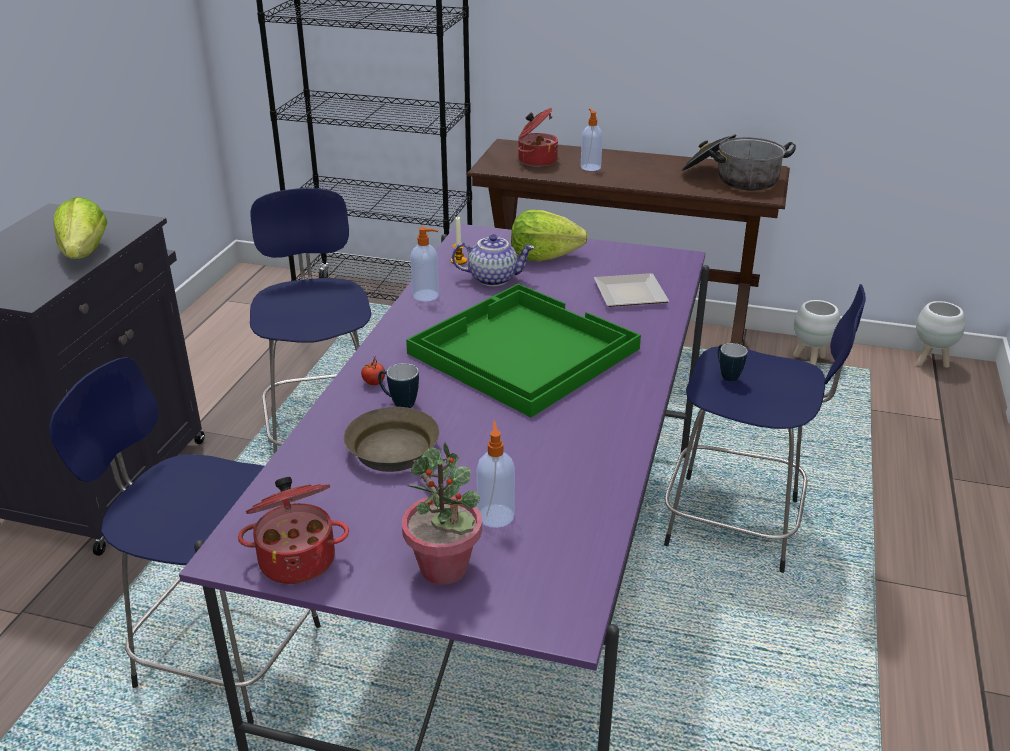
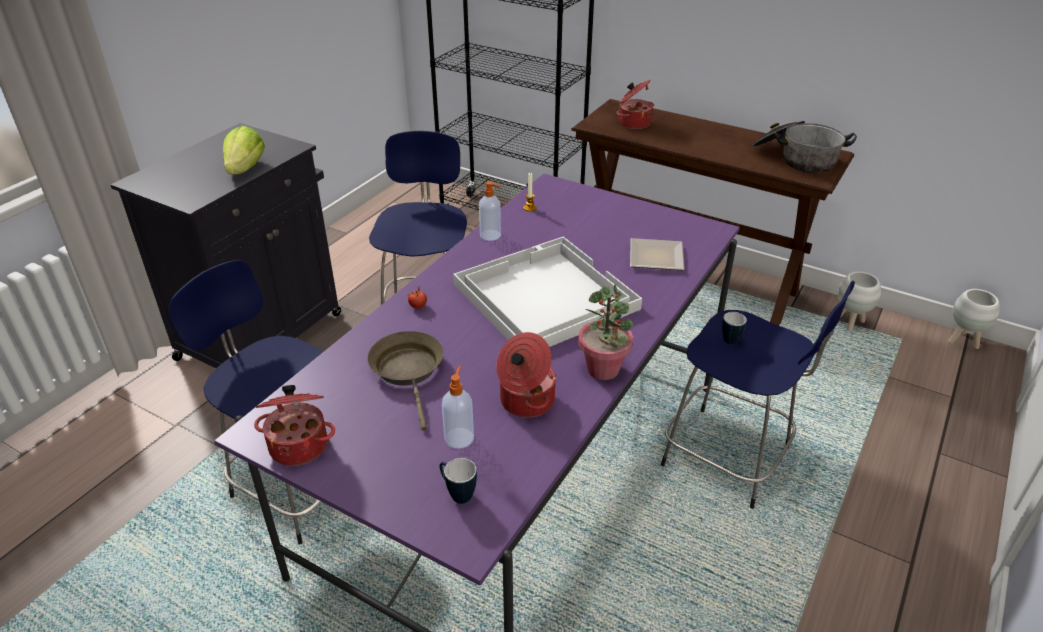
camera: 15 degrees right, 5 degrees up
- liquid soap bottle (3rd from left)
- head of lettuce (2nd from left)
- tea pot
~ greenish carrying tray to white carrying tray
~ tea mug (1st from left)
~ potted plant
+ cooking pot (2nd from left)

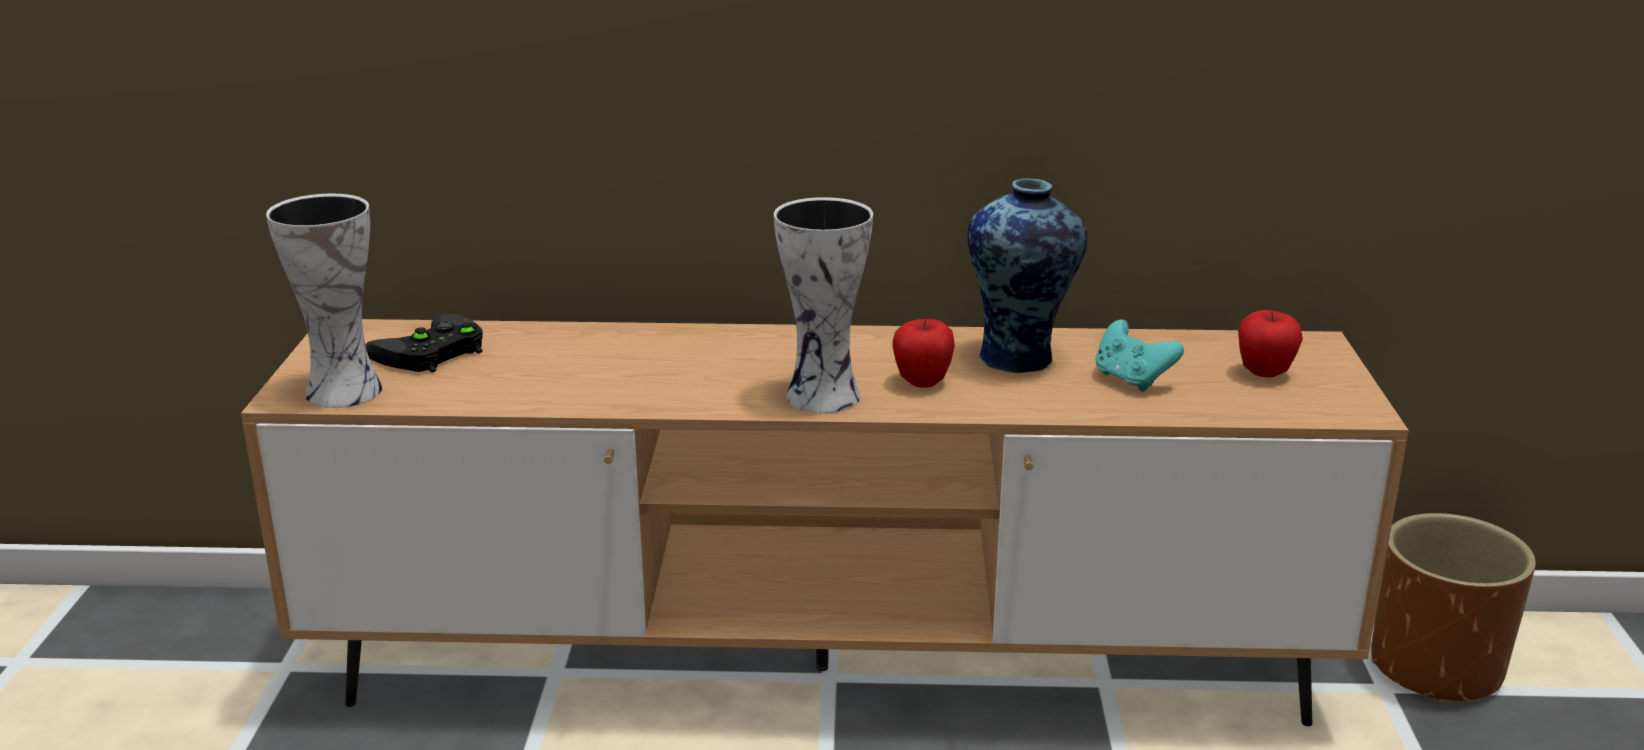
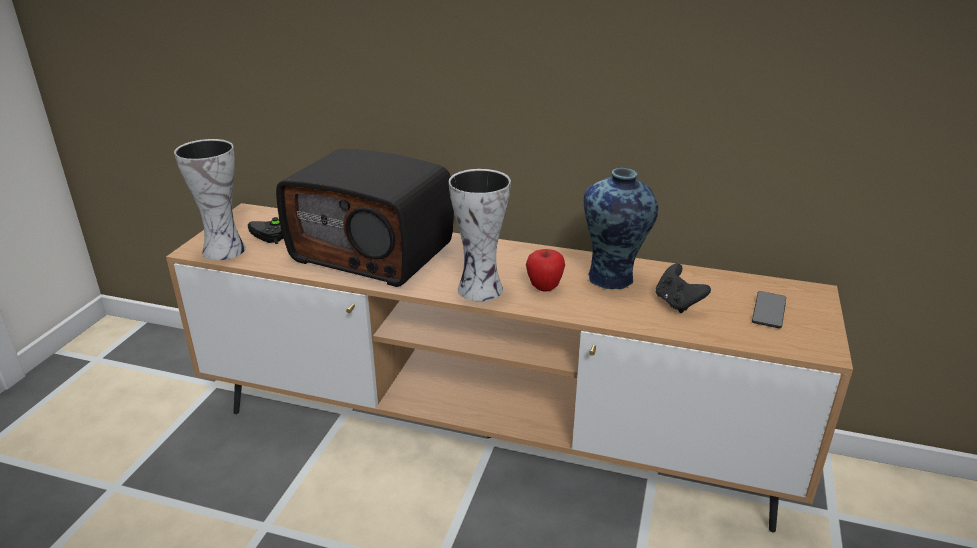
camera: 15 degrees right, 5 degrees up
~ apple (2nd from left) to phone
~ turquoise game controller to black game controller (2nd from left)
- brown-coloured flower pot
+ radio receiver

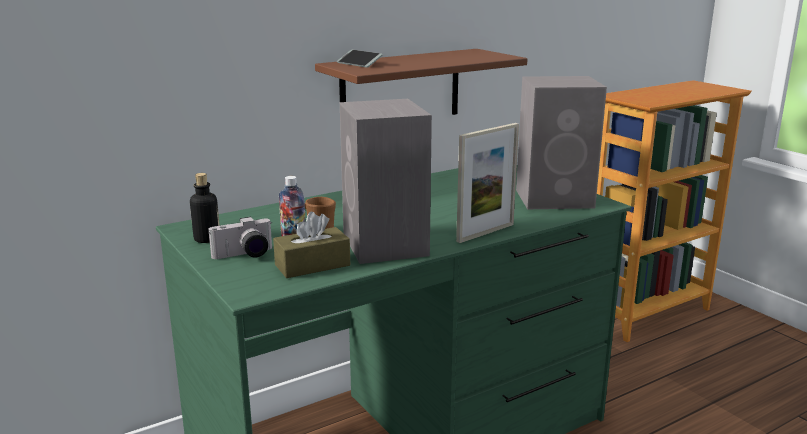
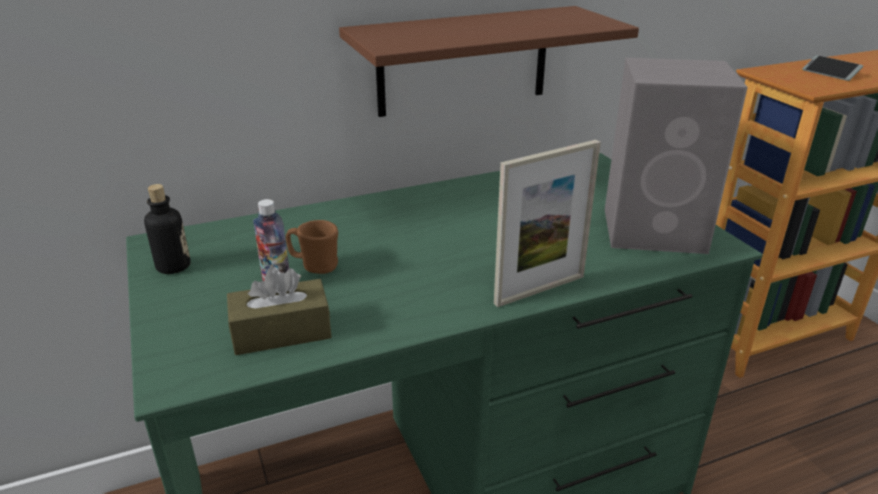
camera: 10 degrees right, 10 degrees up
~ phone
- gray audio speaker (1st from left)
- photo camera

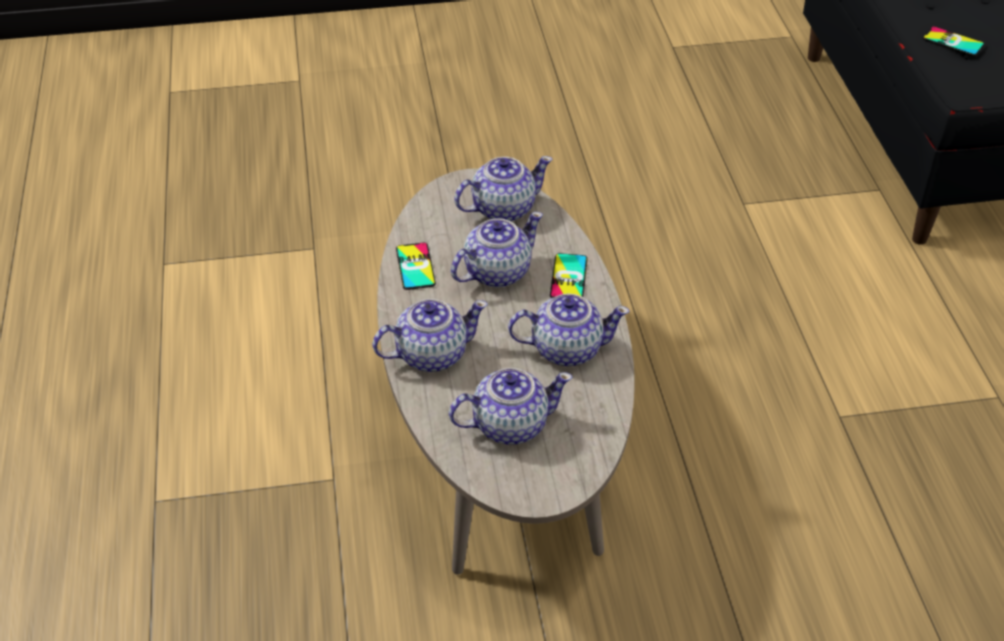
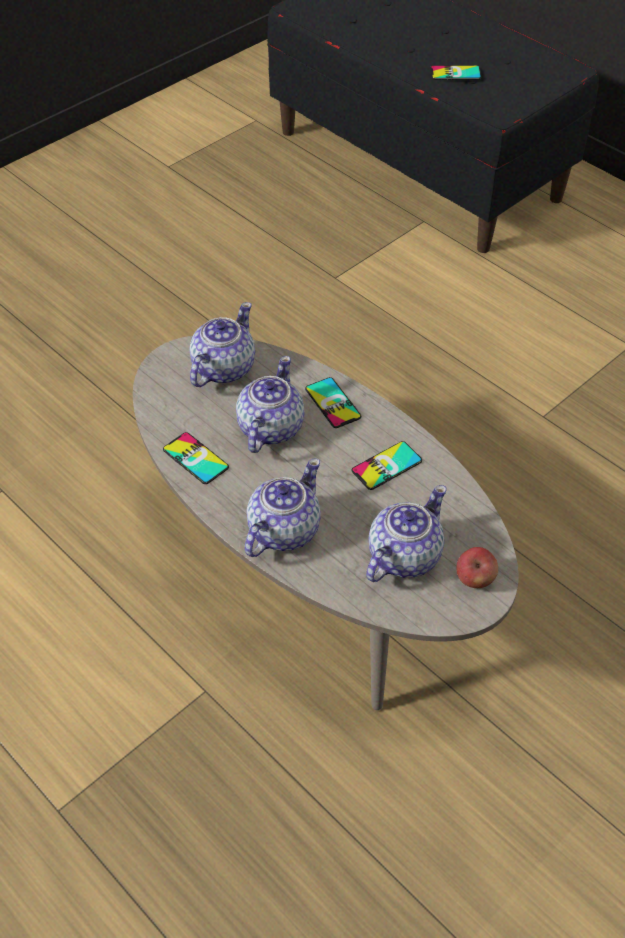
camera: 35 degrees left, 5 degrees up
~ tea pot (5th from left) to phone (3rd from left)
+ apple

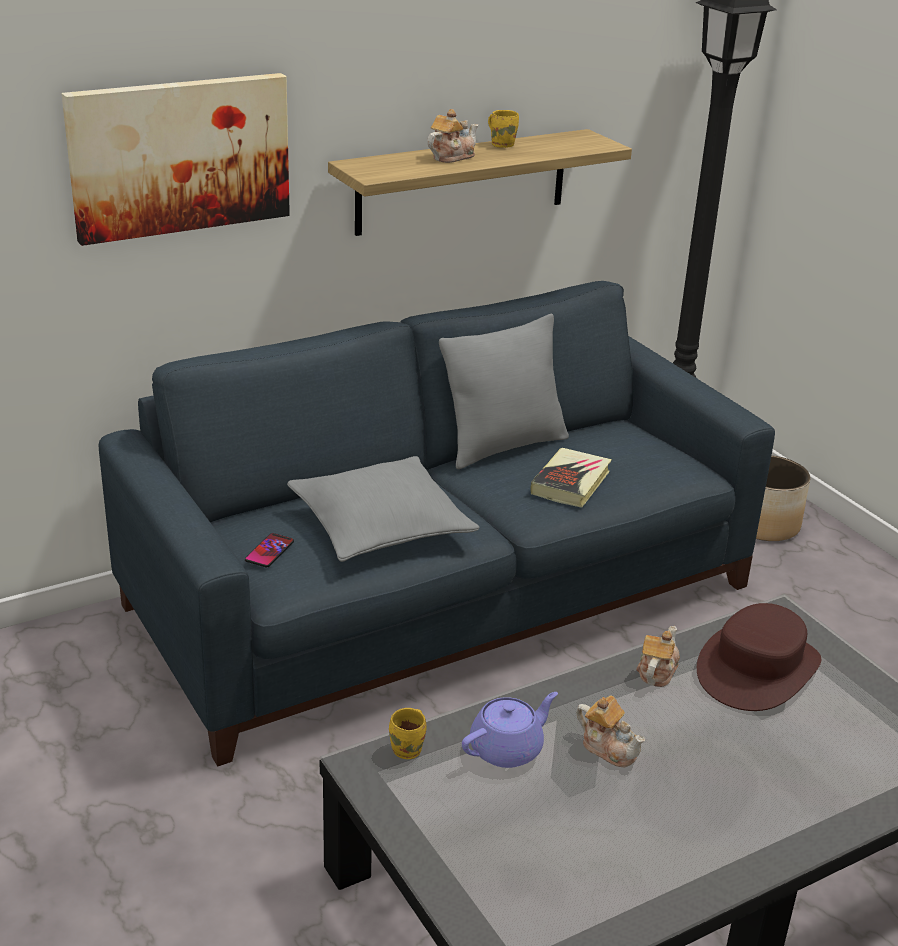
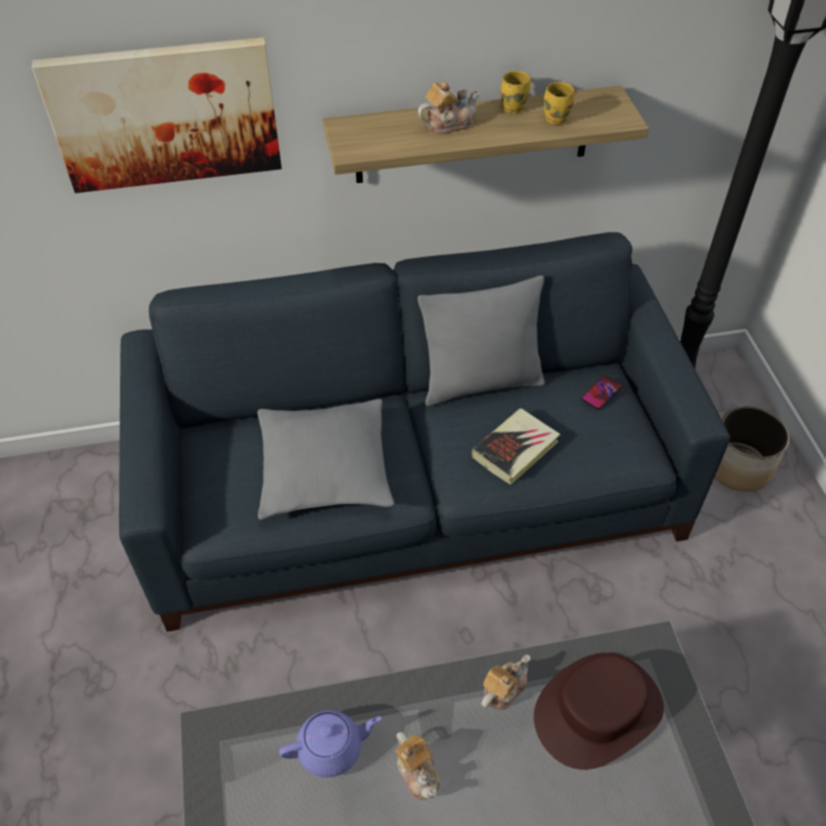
camera: 20 degrees right, 20 degrees up
~ phone
~ yellow-coloured tea mug (1st from left in the first image) to yellow-coloured tea mug (2nd from left)

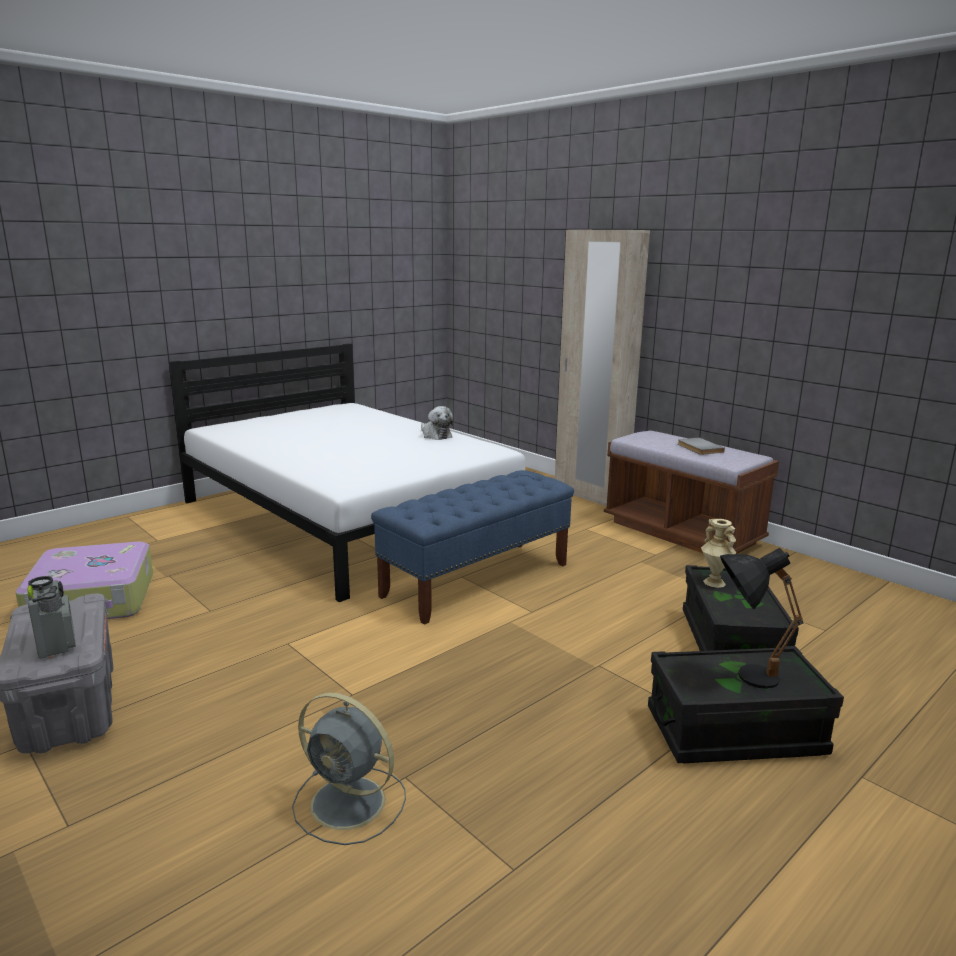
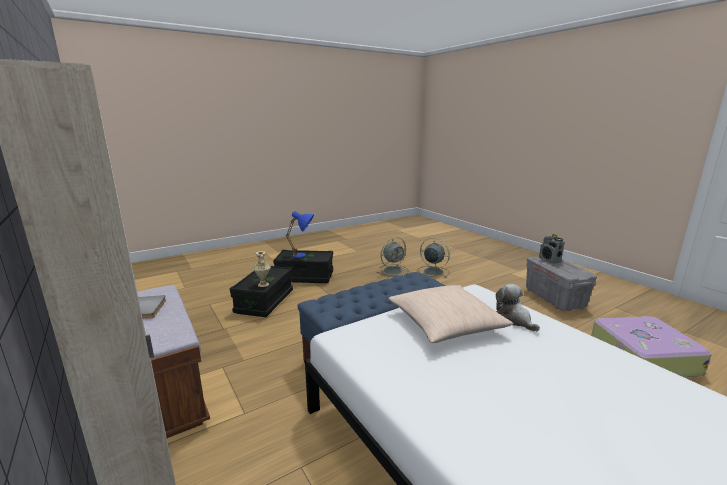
camera: 170 degrees left, 0 degrees up
~ plush toy
~ black tabletop lamp to bluish tabletop lamp
+ gray cooling fan (1st from left)
+ sand-coloured pillow

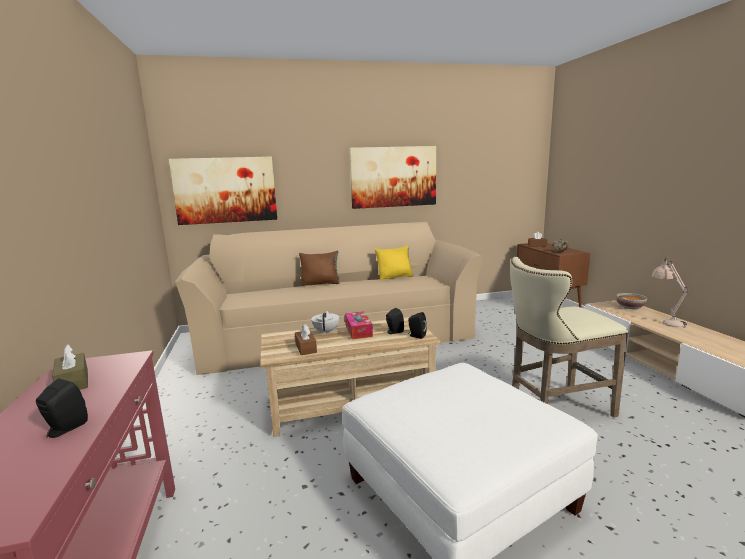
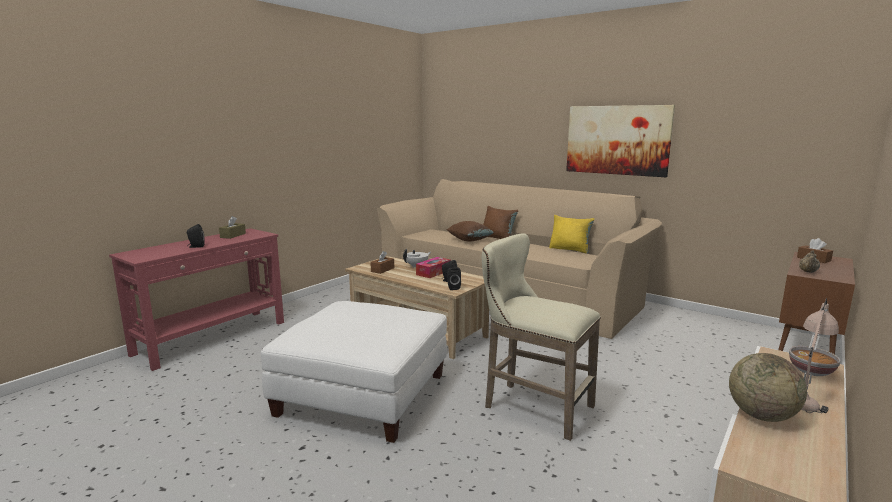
camera: 50 degrees right, 0 degrees up
- wall picture (1st from left)
+ brown-coloured pillow (1st from left)
+ world globe

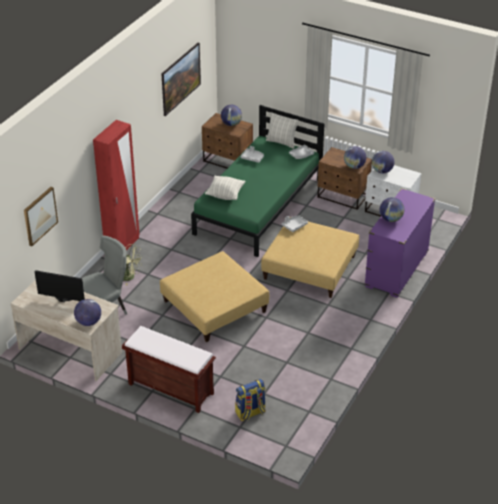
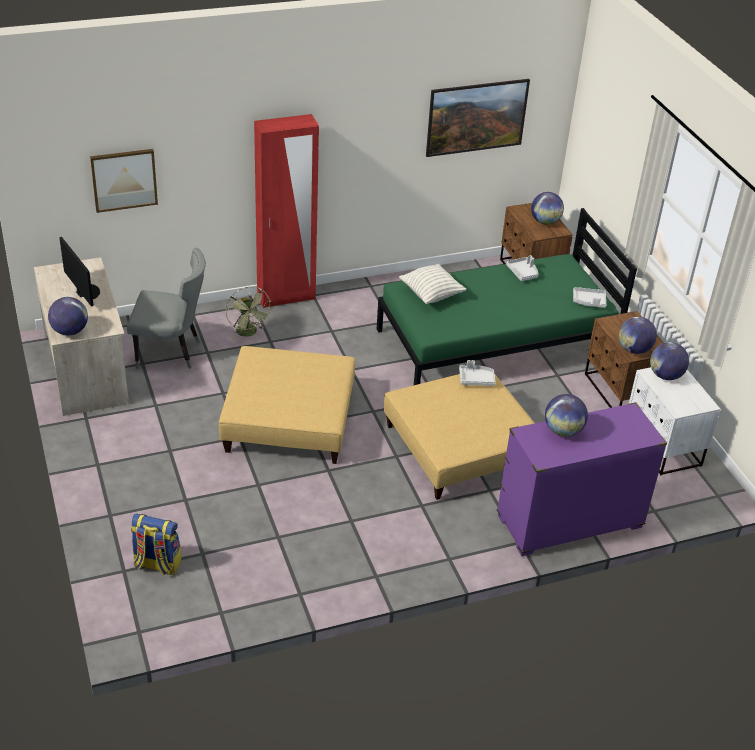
camera: 40 degrees right, 0 degrees up
- pillow (2nd from left)
- brown-coloured indoor bench

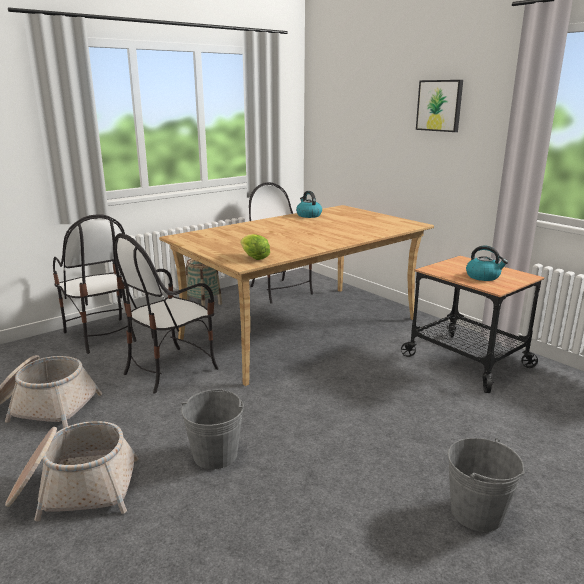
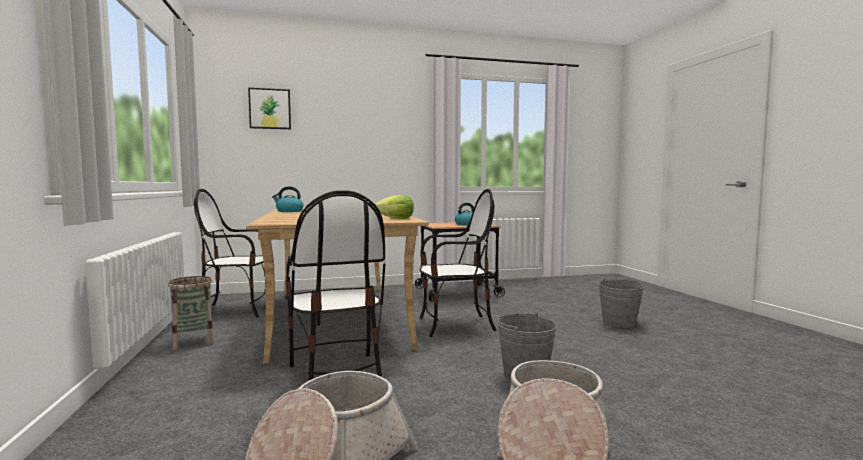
camera: 65 degrees left, 15 degrees down
~ wall picture
~ chair (1st from left in the first image) to chair (3rd from left)

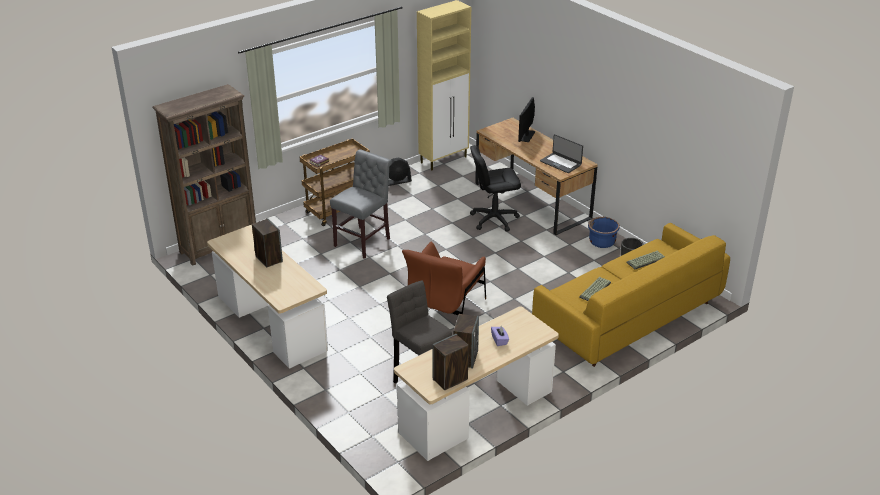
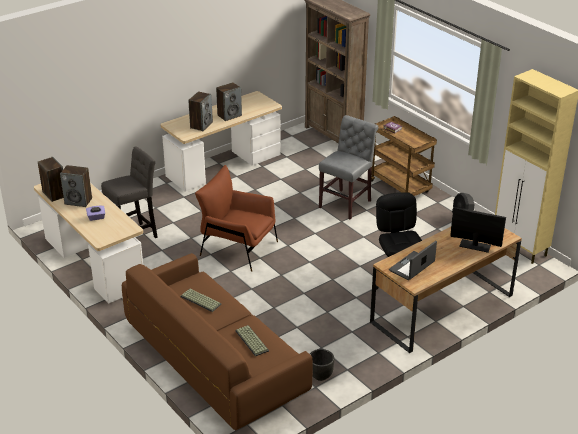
camera: 90 degrees right, 0 degrees up
~ gray chair 90 degrees counterclockwise
- bluish flower pot
~ yellow-coloured settee to brown-coloured settee
+ audio speaker (3rd from left)

